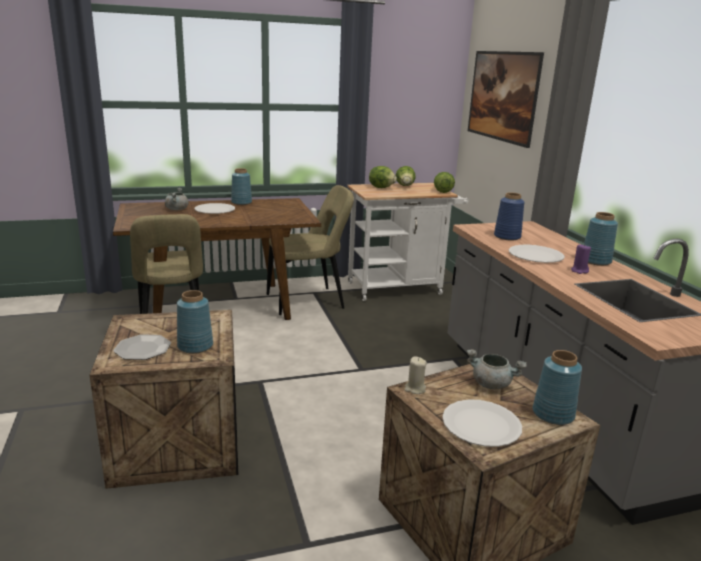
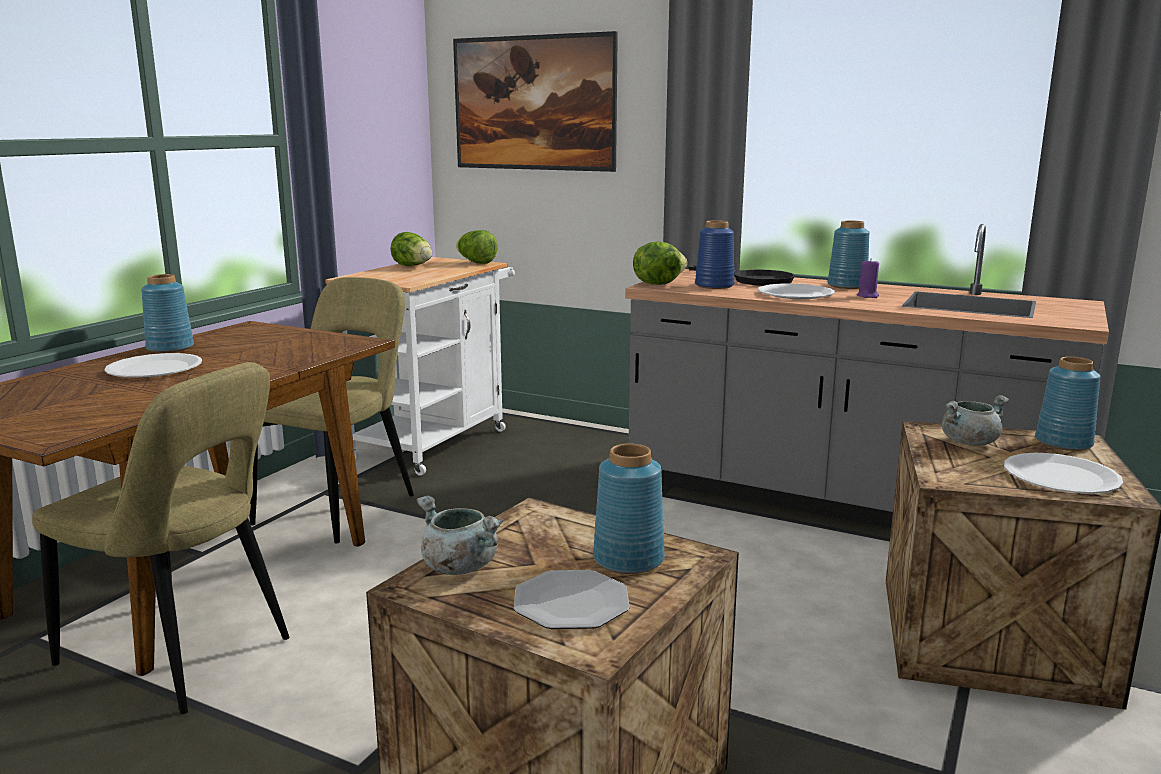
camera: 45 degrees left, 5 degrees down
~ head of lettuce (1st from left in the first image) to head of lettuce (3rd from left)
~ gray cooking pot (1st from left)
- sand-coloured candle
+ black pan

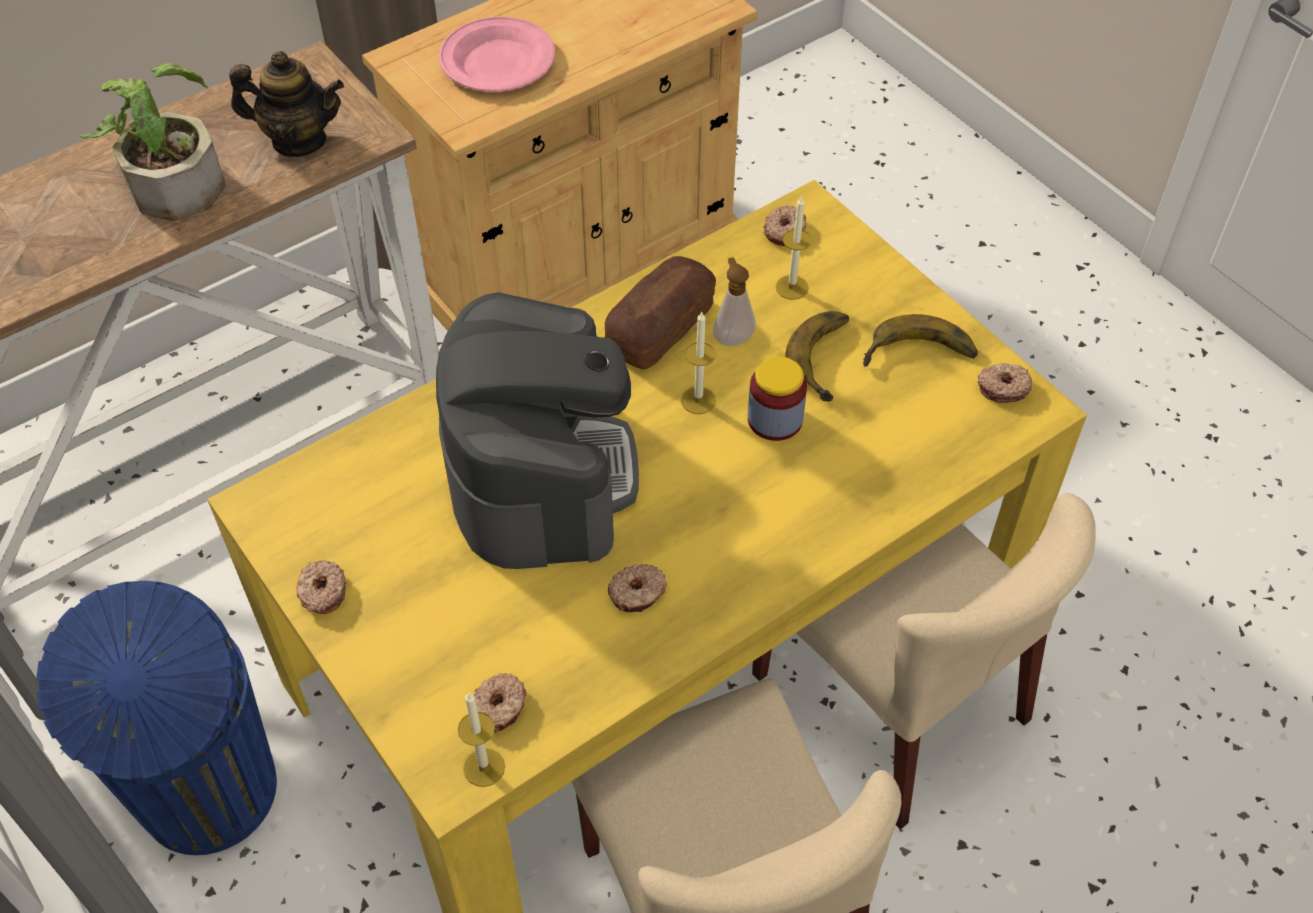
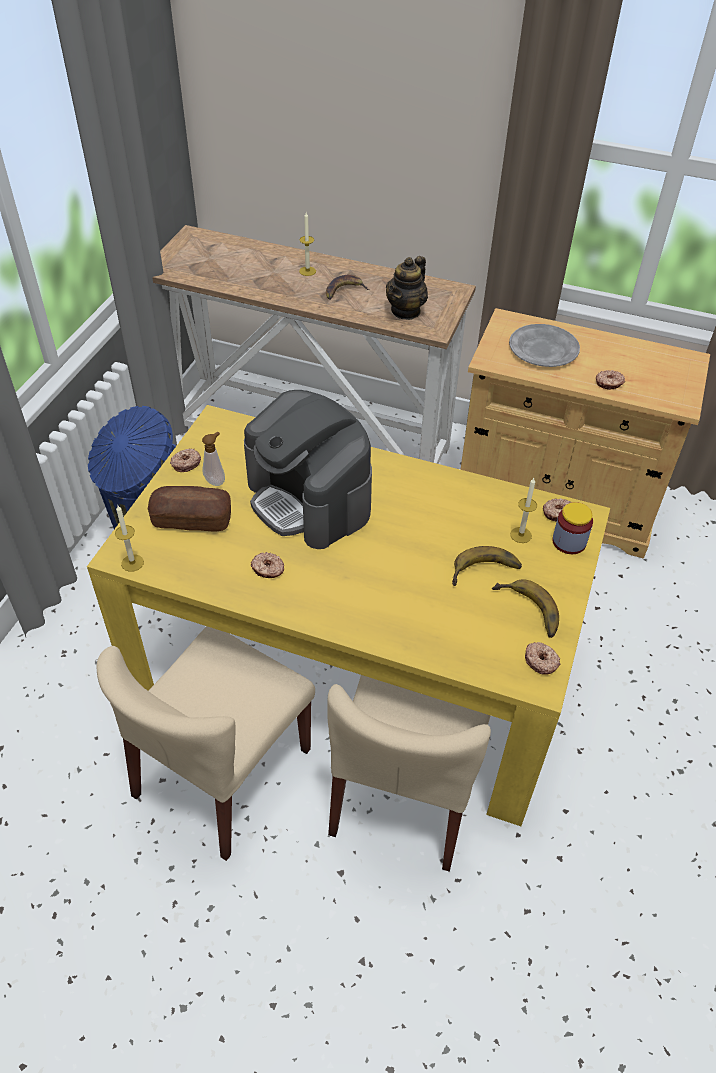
camera: 55 degrees right, 5 degrees down
~ pink flat dish to gray flat dish
~ tea pot 60 degrees clockwise
~ potted plant to whole banana (1st from left)
~ bread
~ liquid soap bottle
~ coffee brewer 90 degrees clockwise
~ candle (2nd from left)
~ preserve jar
~ ring doughnut (2nd from left in the first image) to ring doughnut (5th from left)

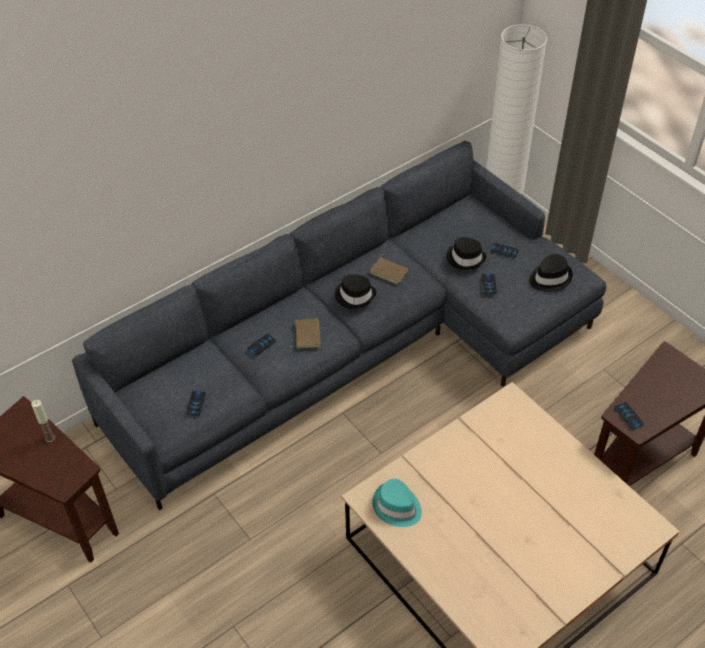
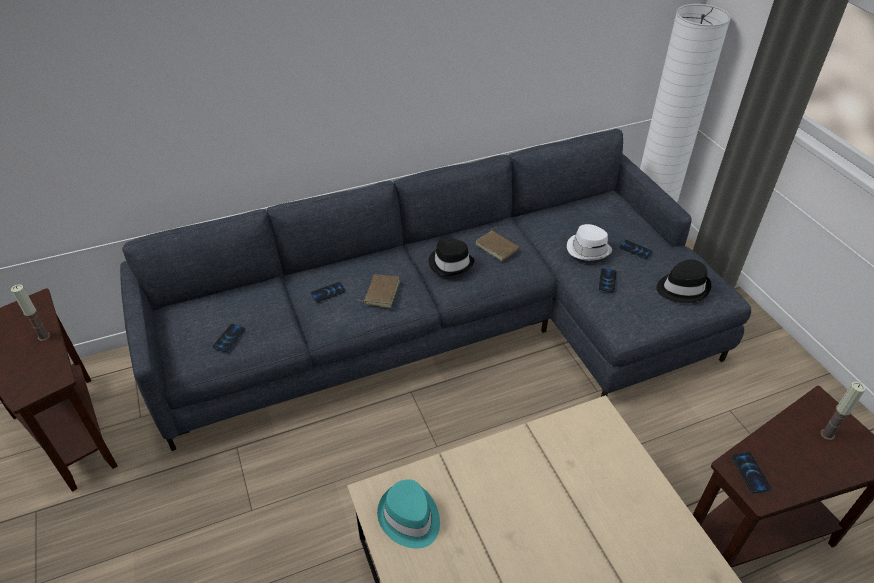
camera: 15 degrees right, 5 degrees down
~ black clothing hat (2nd from left) to white clothing hat
+ candle (2nd from left)

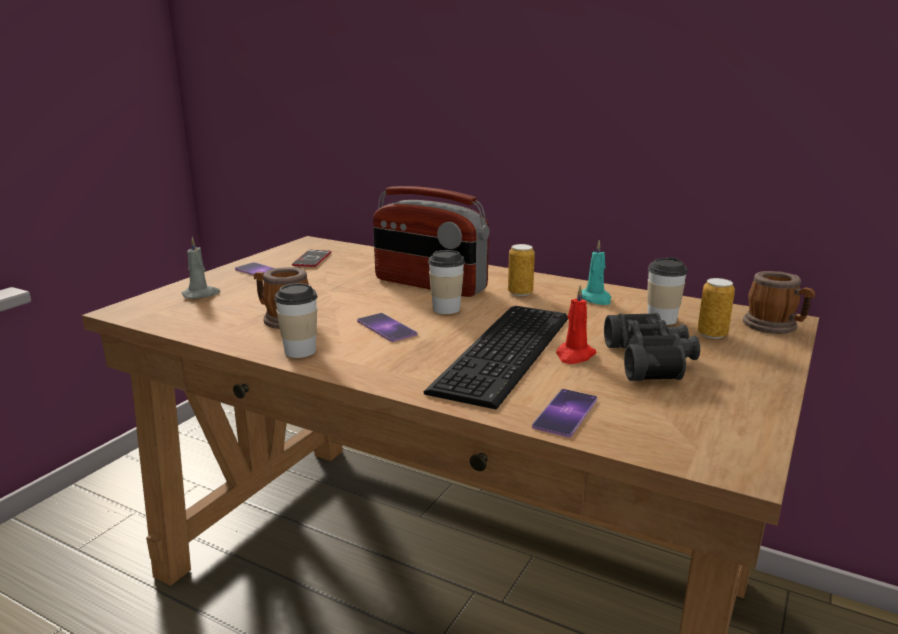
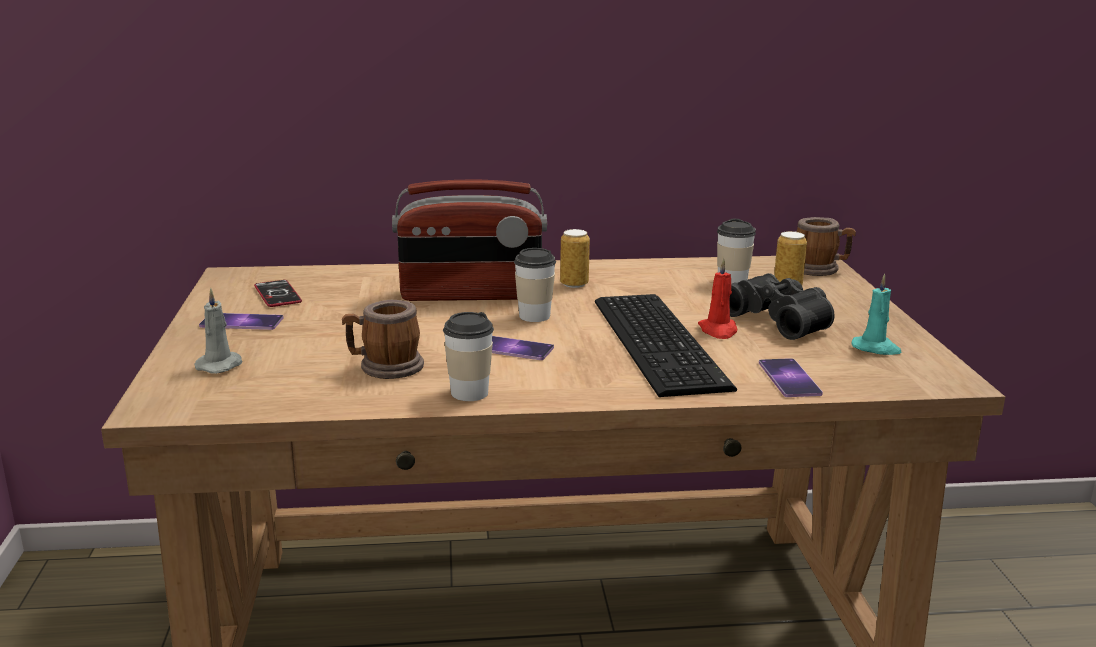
camera: 35 degrees left, 0 degrees up
~ turquoise candle

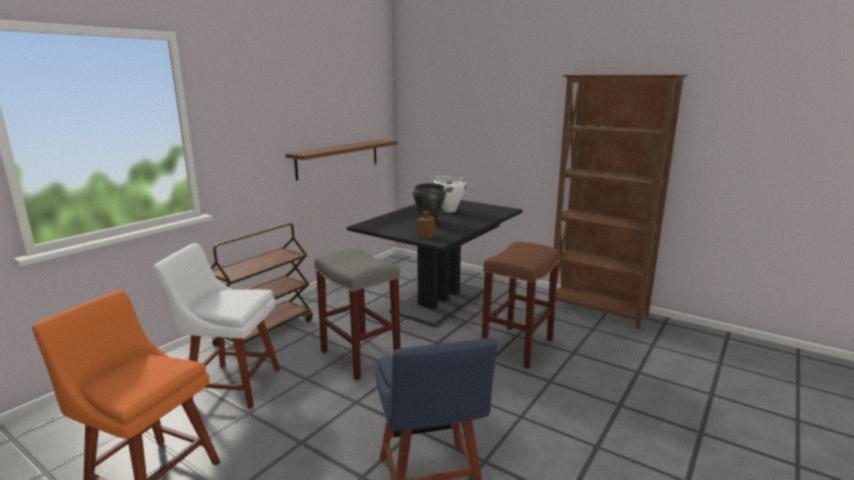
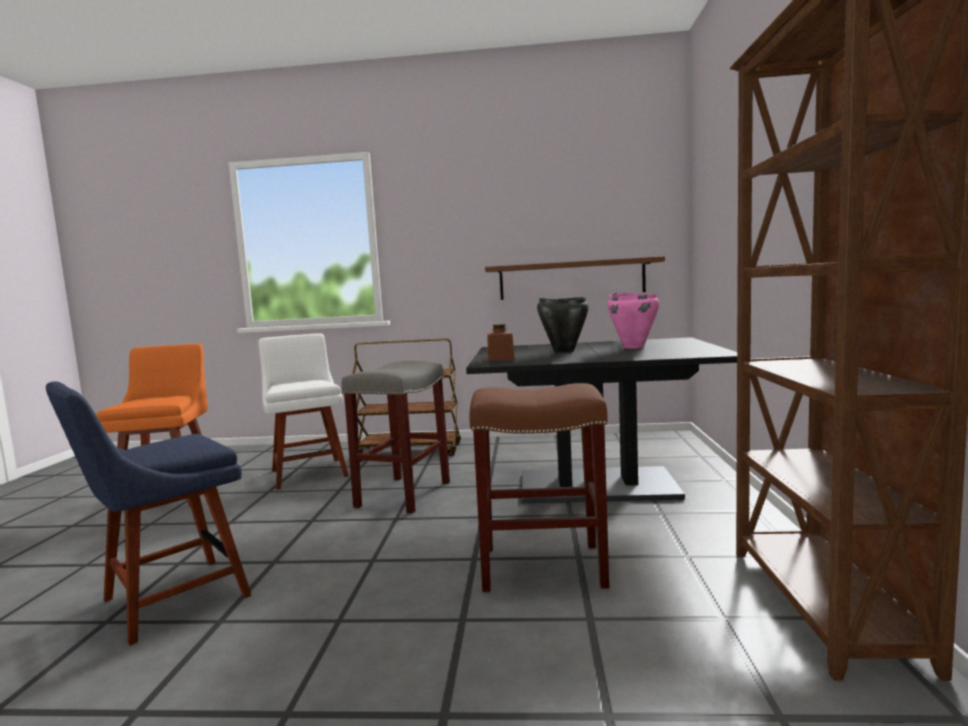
camera: 60 degrees right, 10 degrees down
~ white cooking pot to pink cooking pot

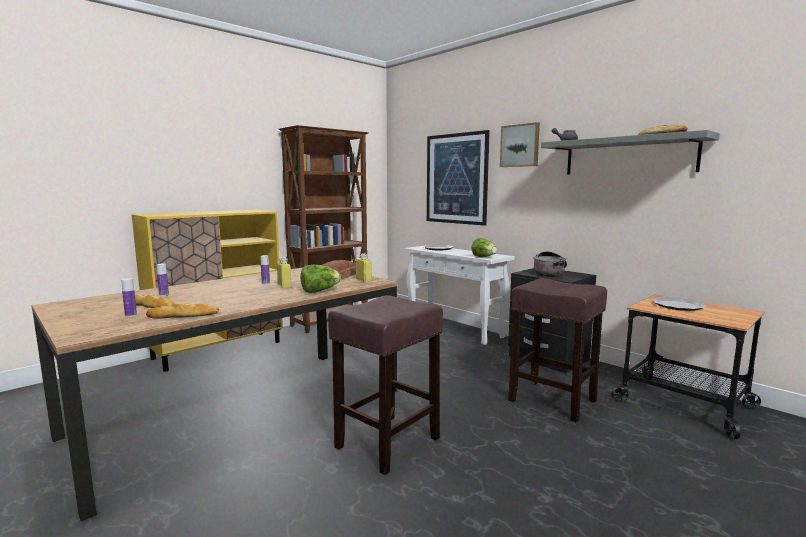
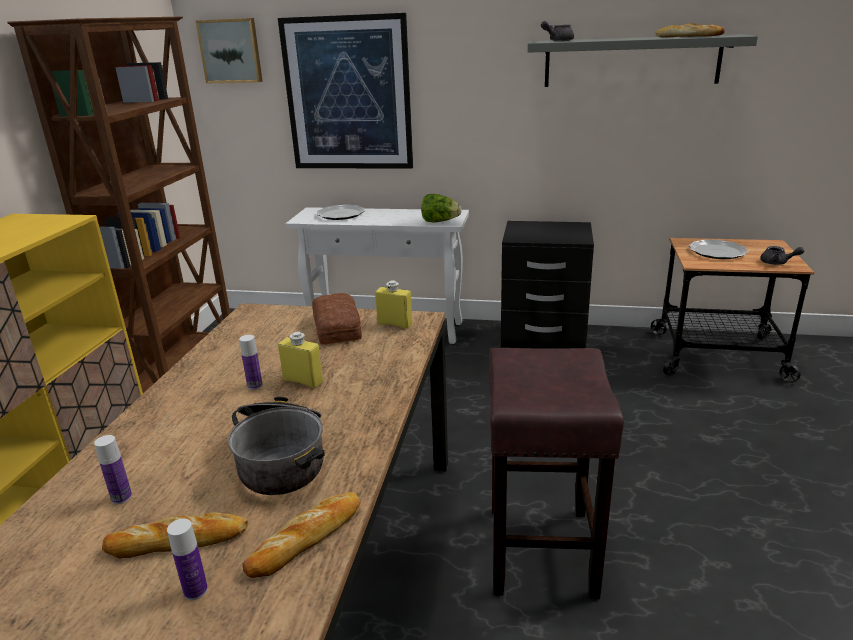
camera: 35 degrees left, 15 degrees up
~ wall picture (2nd from left in the first image) to wall picture (1st from left)
~ cooking pot
- head of lettuce (1st from left)
- brown-coloured stool seat (2nd from left)
+ gray tea pot (2nd from left)

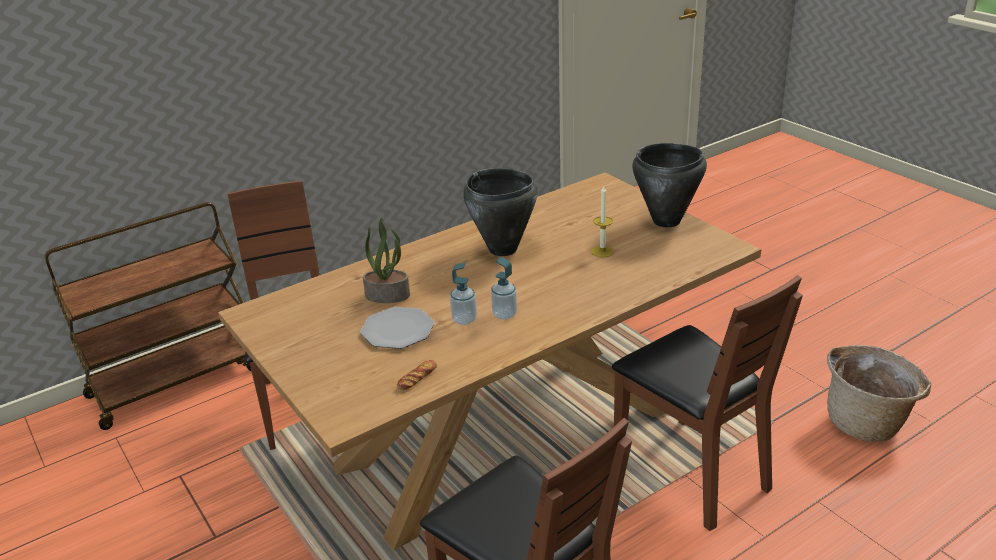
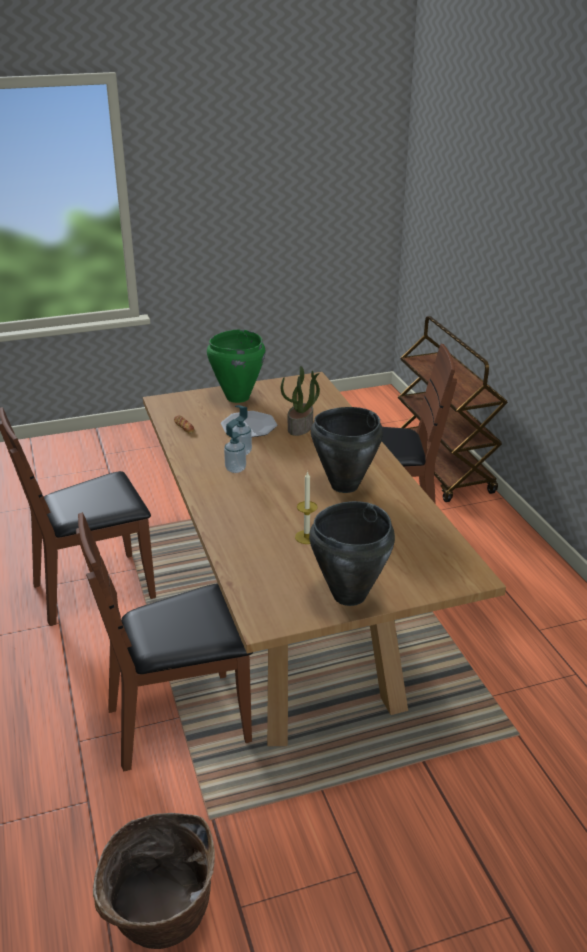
camera: 105 degrees right, 0 degrees up
+ greenish cooking pot

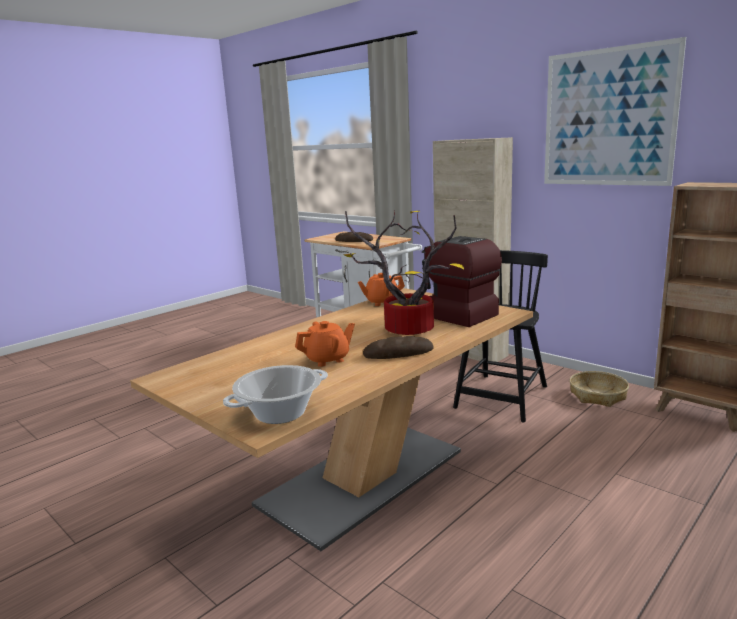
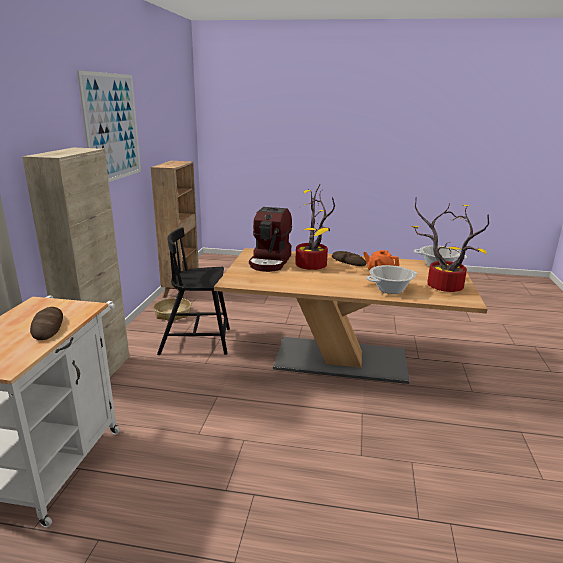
camera: 125 degrees left, 5 degrees up
- orange-coloured tea pot (2nd from left)
+ potted plant (2nd from left)
+ cooking pot (1st from left)

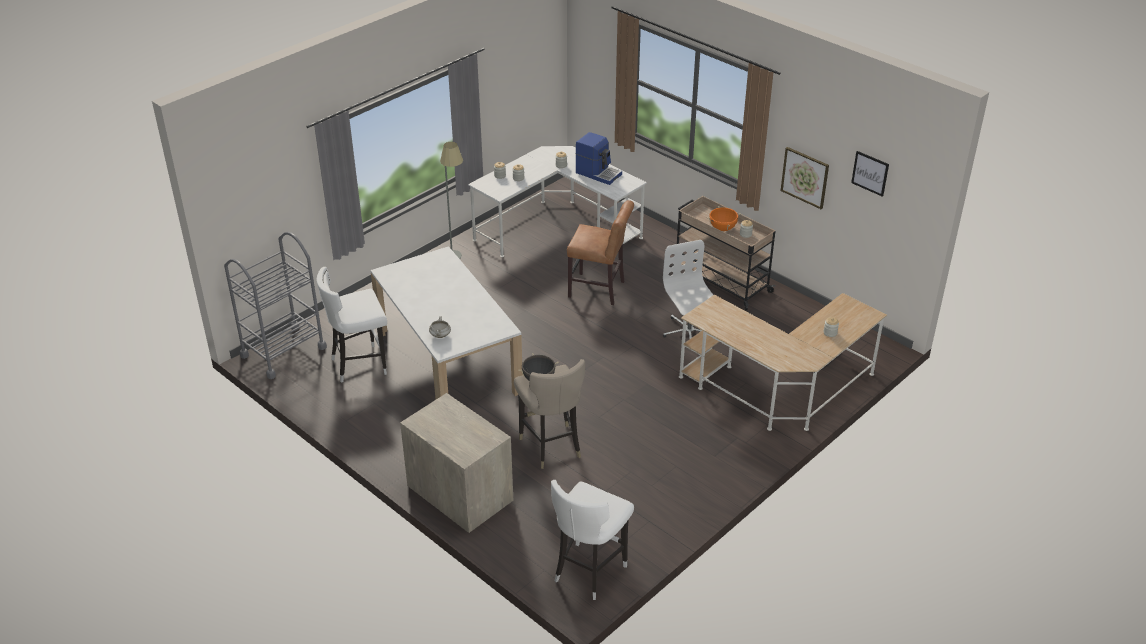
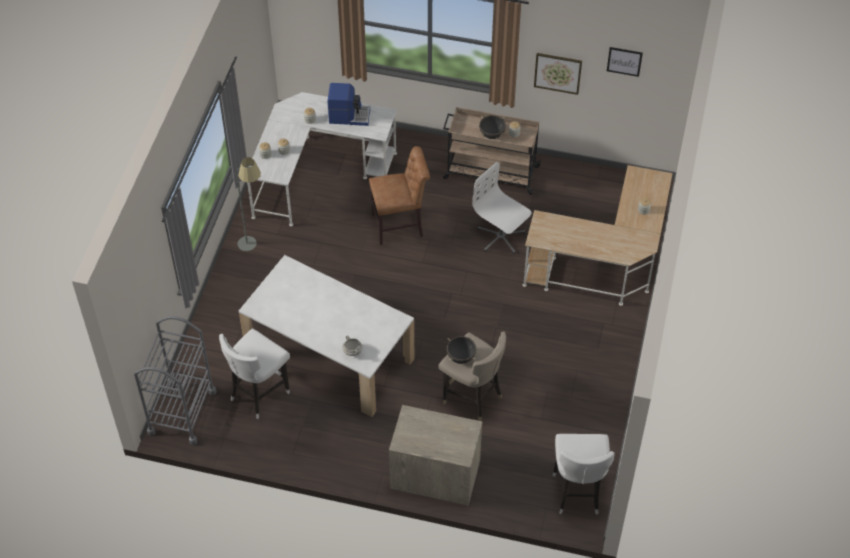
camera: 30 degrees left, 15 degrees up
~ orange-coloured cooking pot to black cooking pot (2nd from left)

